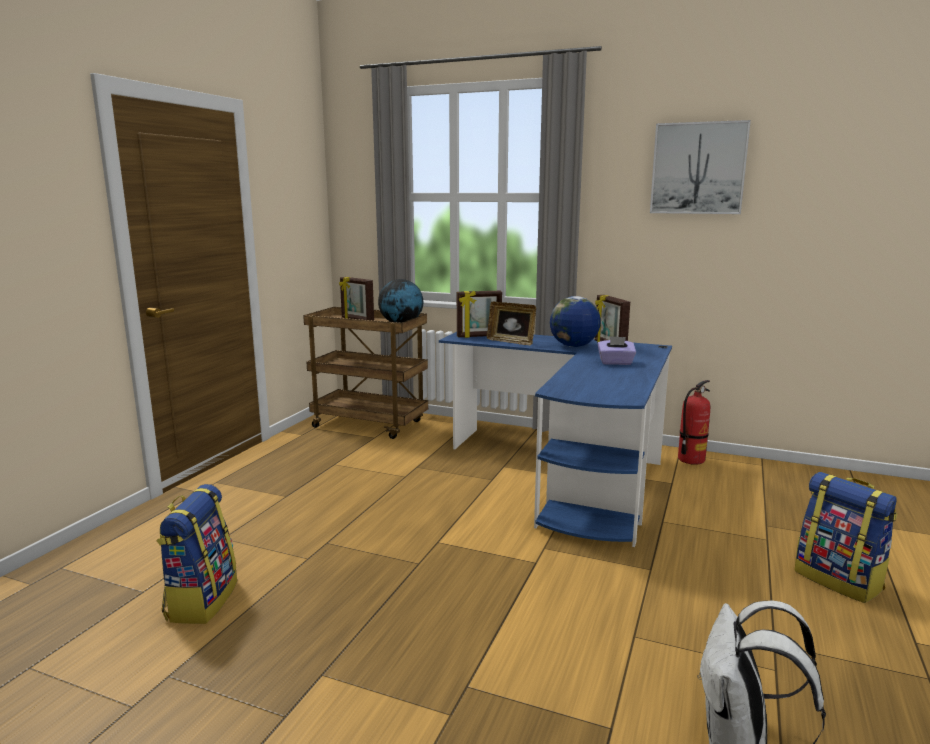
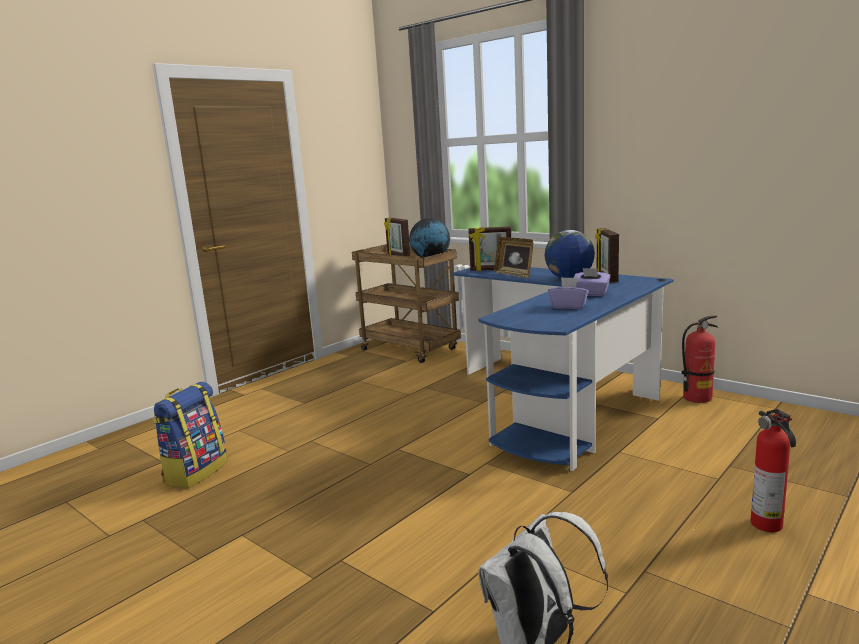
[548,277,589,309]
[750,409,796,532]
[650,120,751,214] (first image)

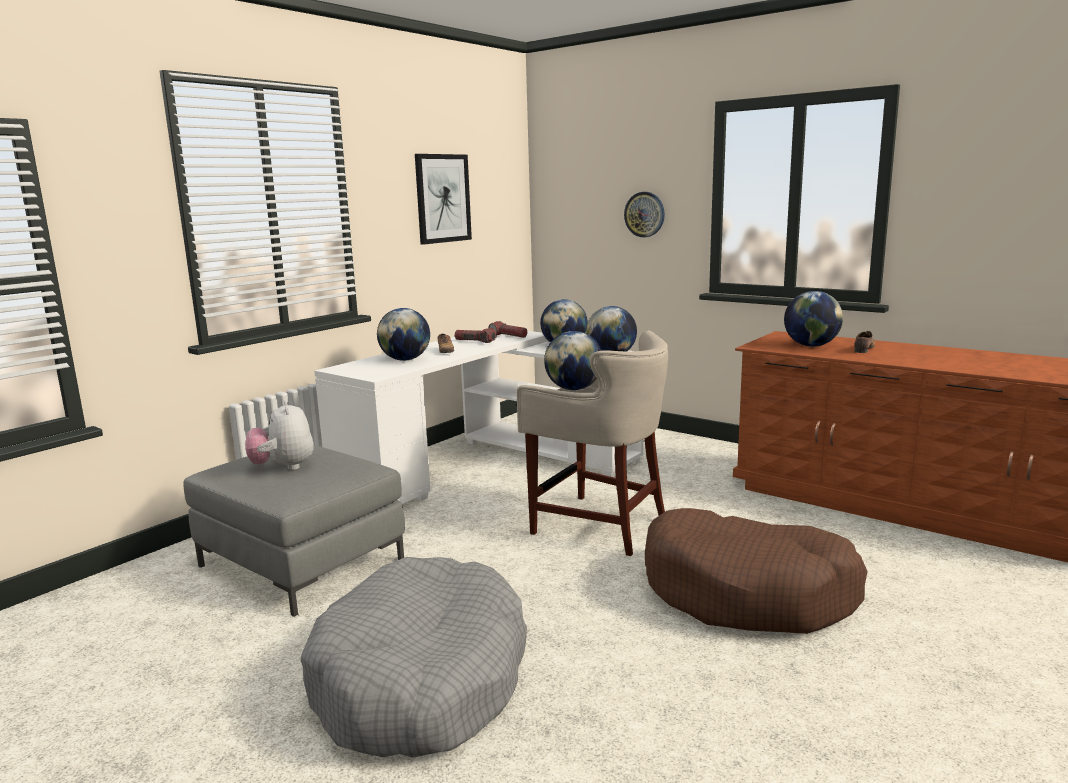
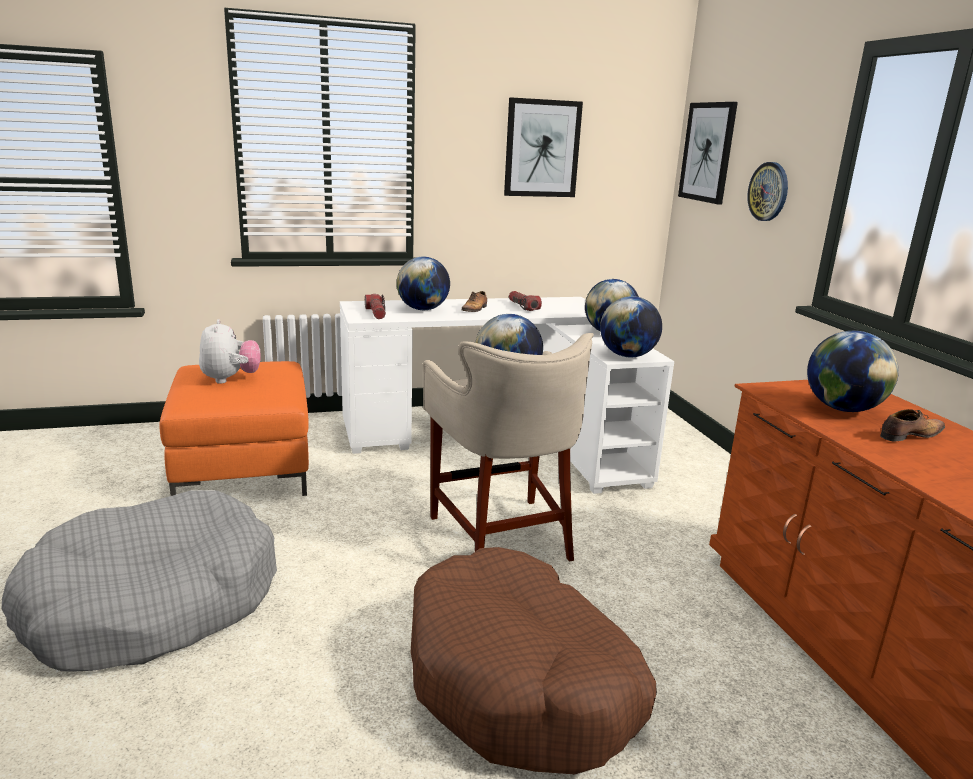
[159,361,309,496]
[199,319,261,384]
[365,294,386,319]
[678,102,738,205]

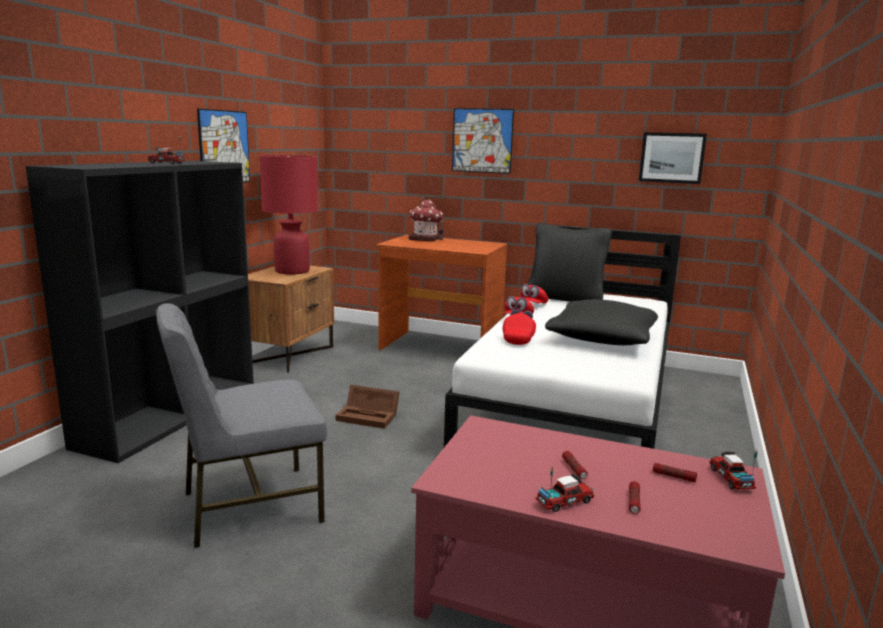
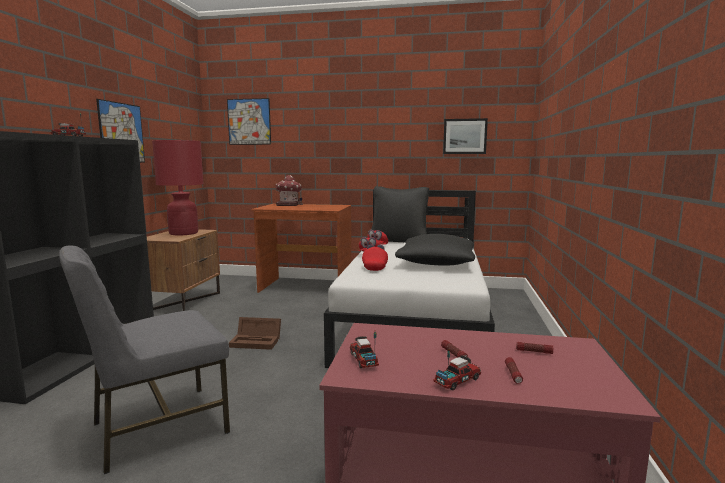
[227,98,271,145]
[350,332,379,368]

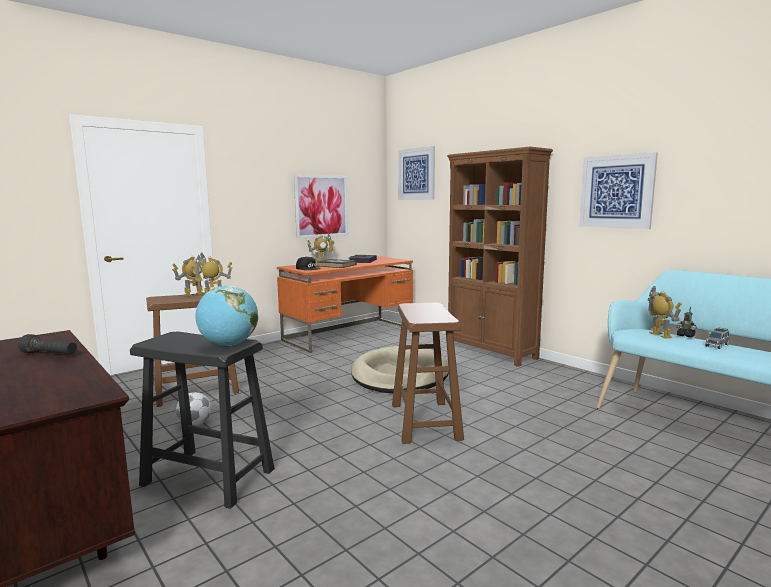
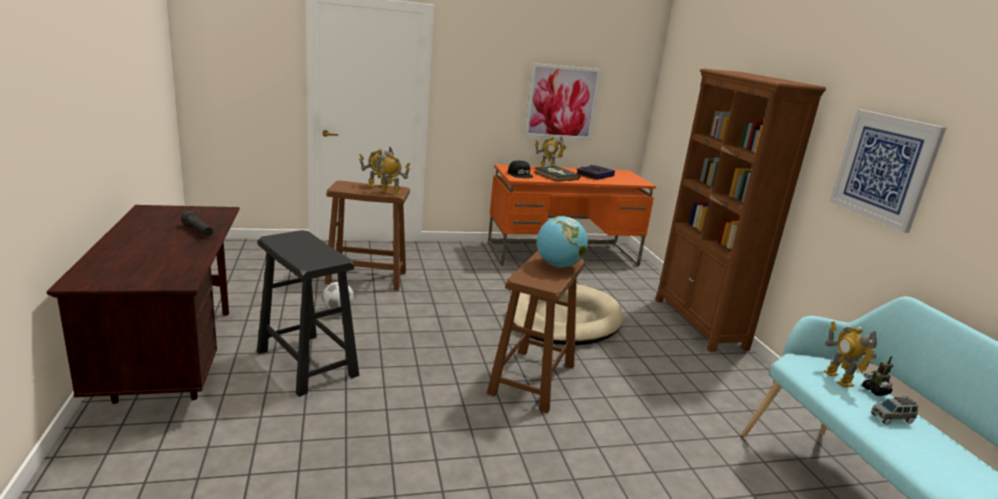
[537,216,588,267]
[824,321,877,387]
[398,146,435,200] (first image)

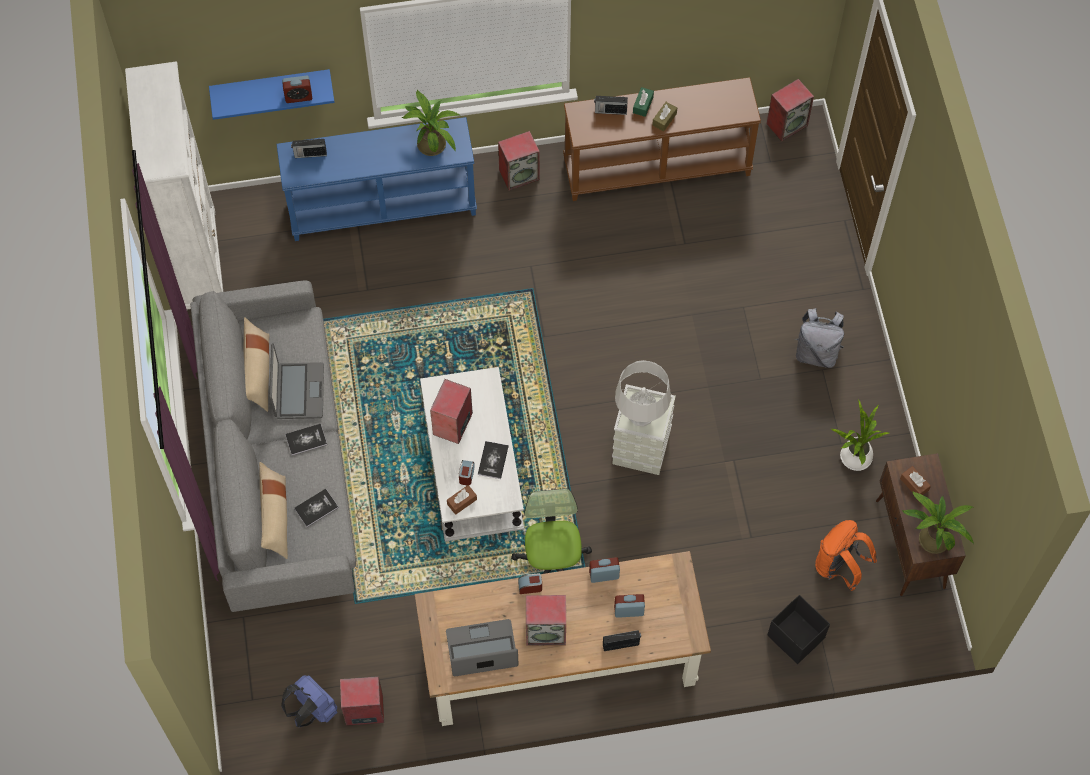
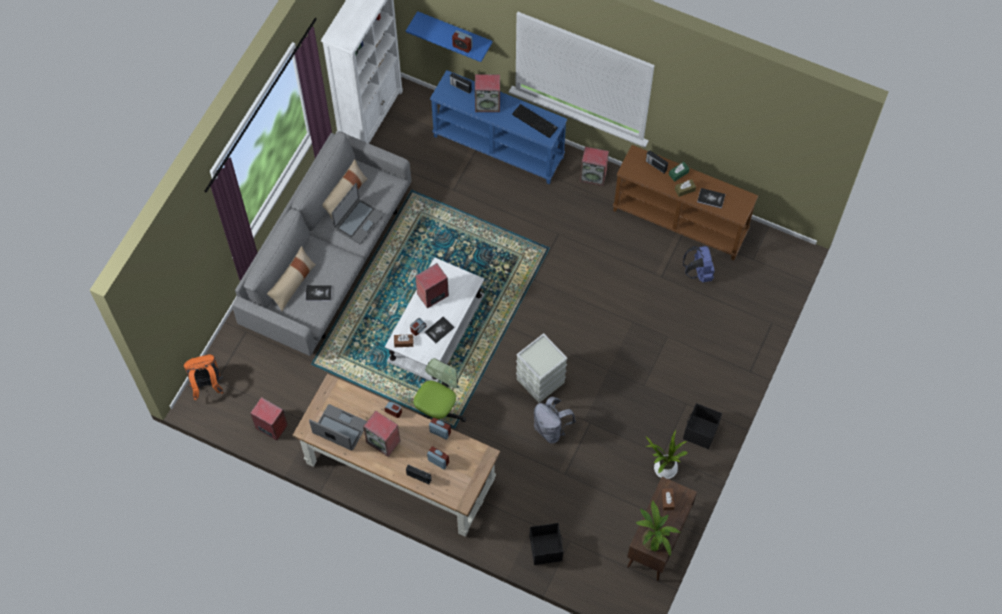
[184,355,224,400]
[475,74,500,112]
[512,104,558,138]
[534,397,576,444]
[683,246,715,282]
[683,403,722,449]
[697,188,725,209]
[615,360,671,426] (first image)

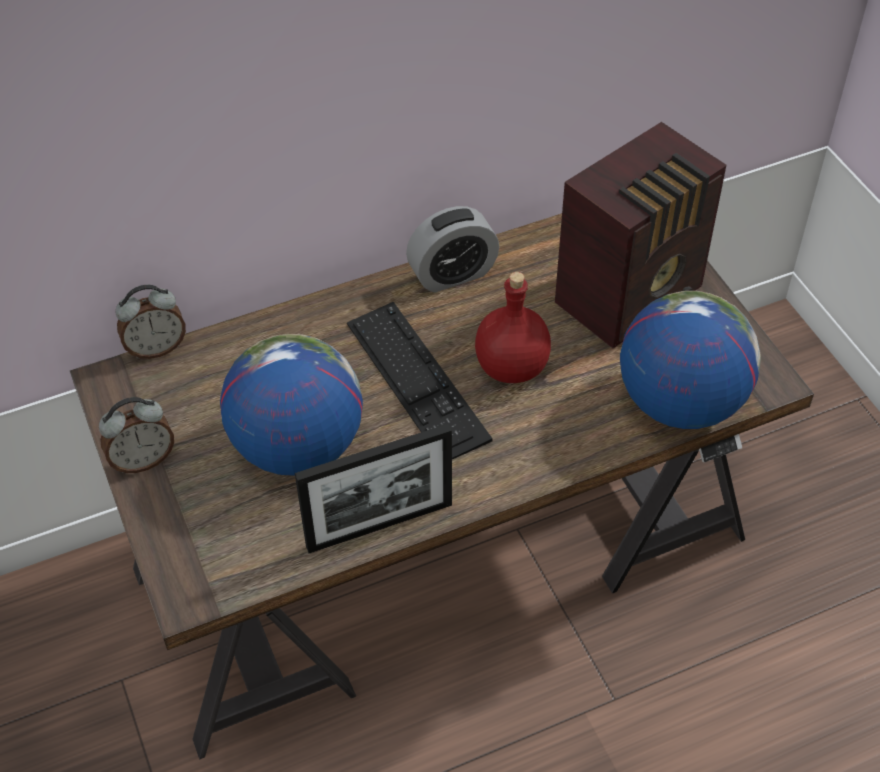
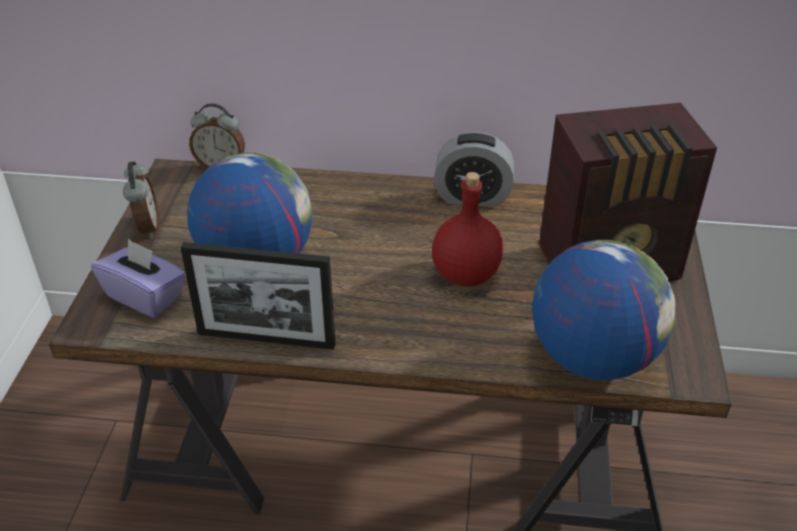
[91,238,186,318]
[123,161,160,238]
[347,302,492,459] (first image)

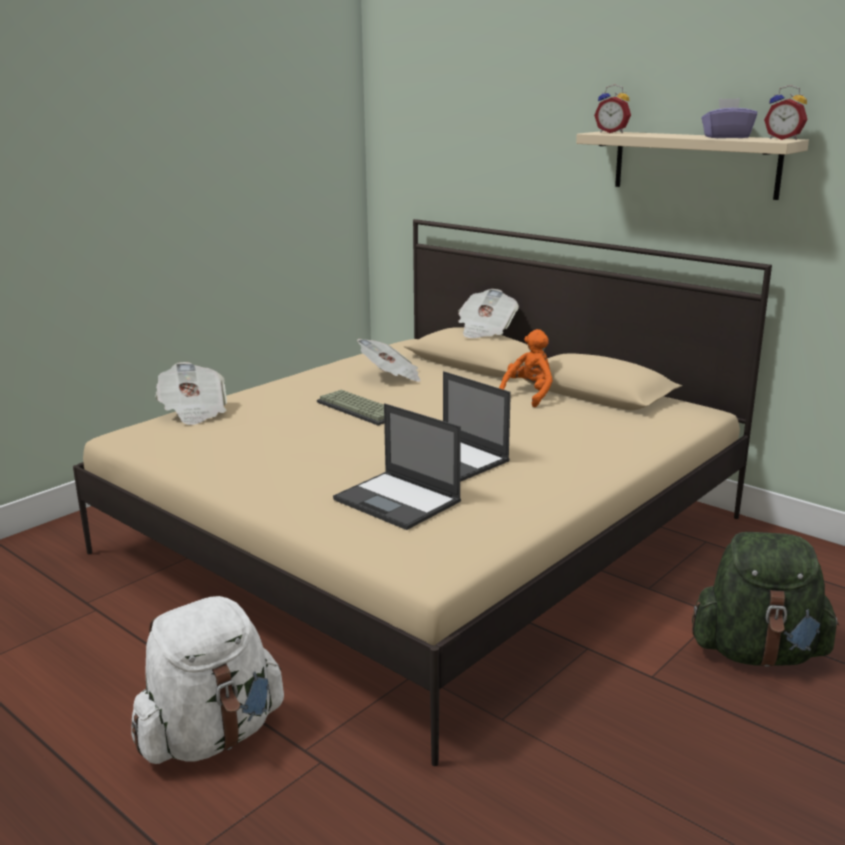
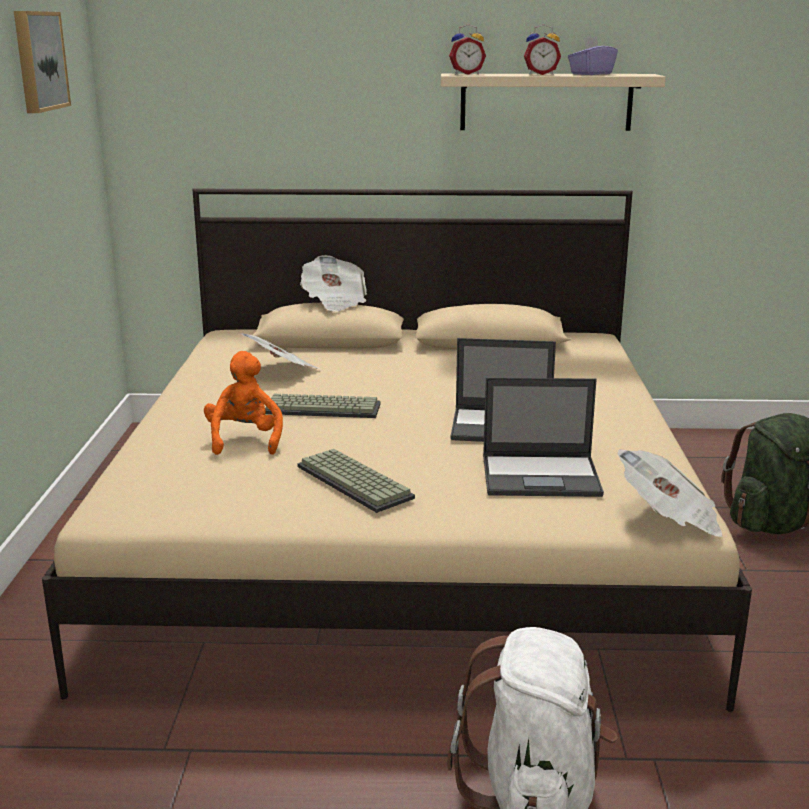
[14,11,71,113]
[204,351,283,455]
[297,449,415,513]
[524,24,561,75]
[617,449,723,537]

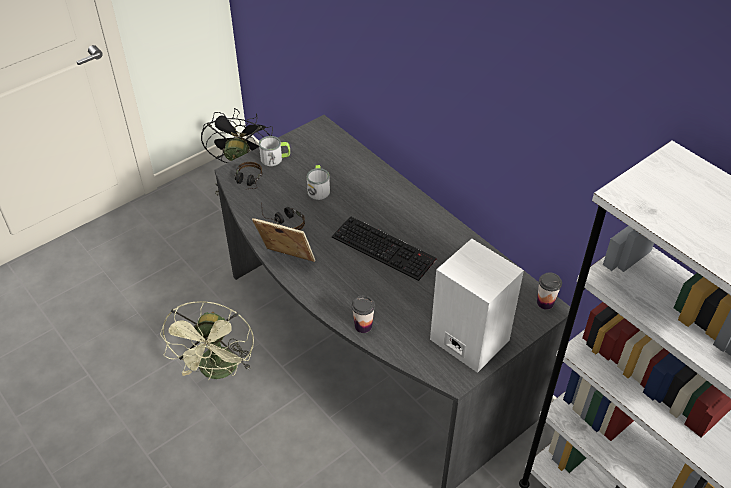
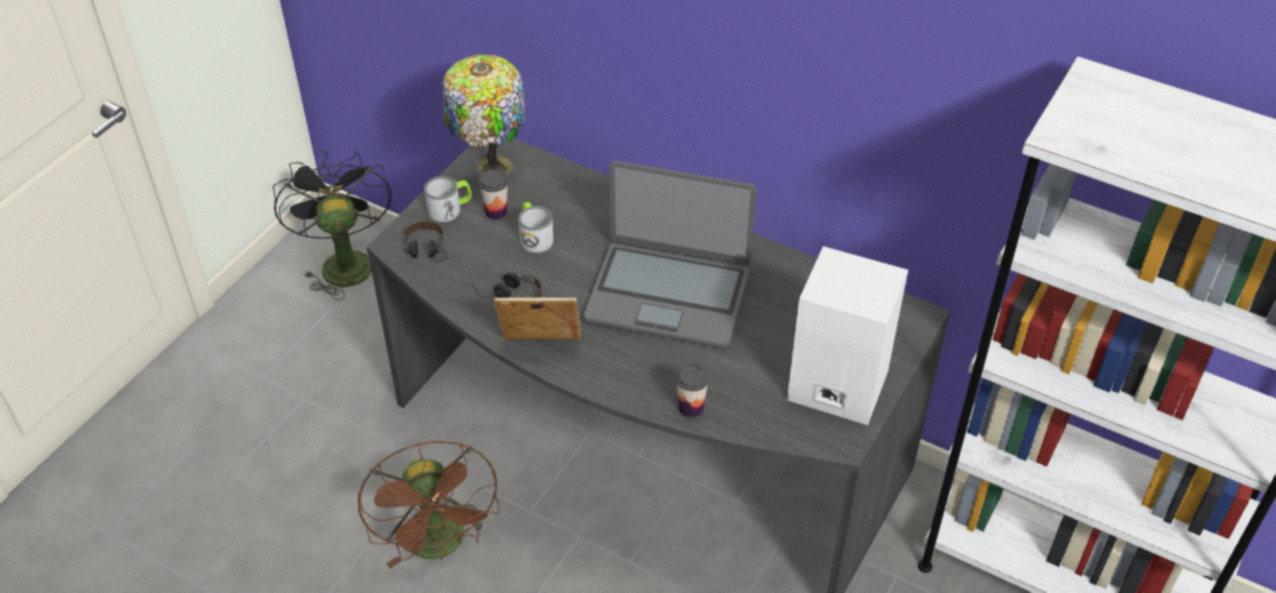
[358,441,500,568]
[443,54,525,175]
[479,170,508,220]
[583,161,757,349]

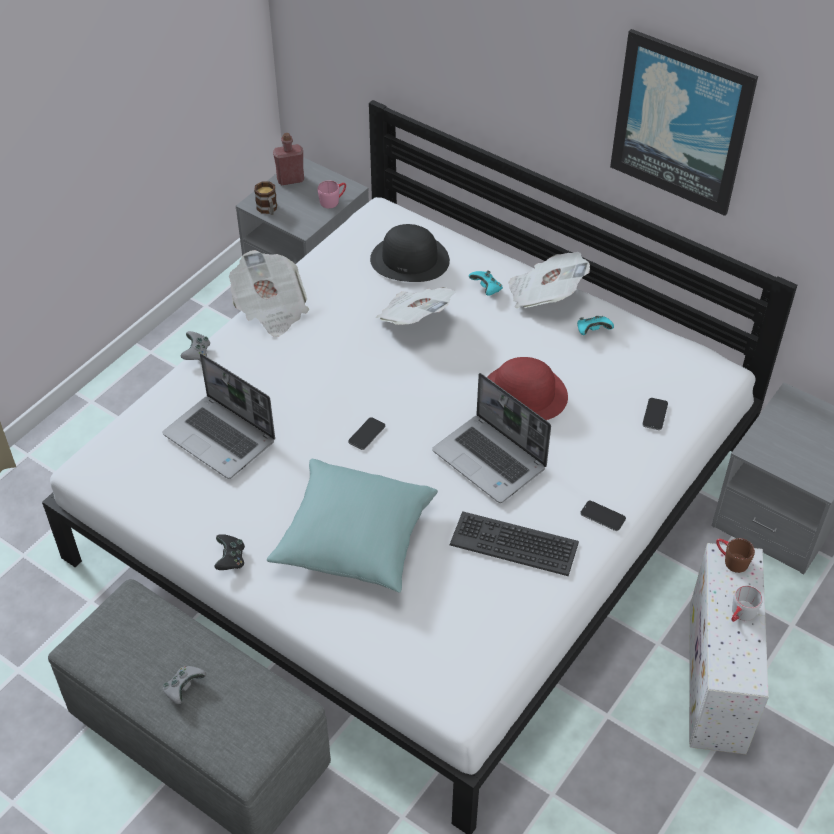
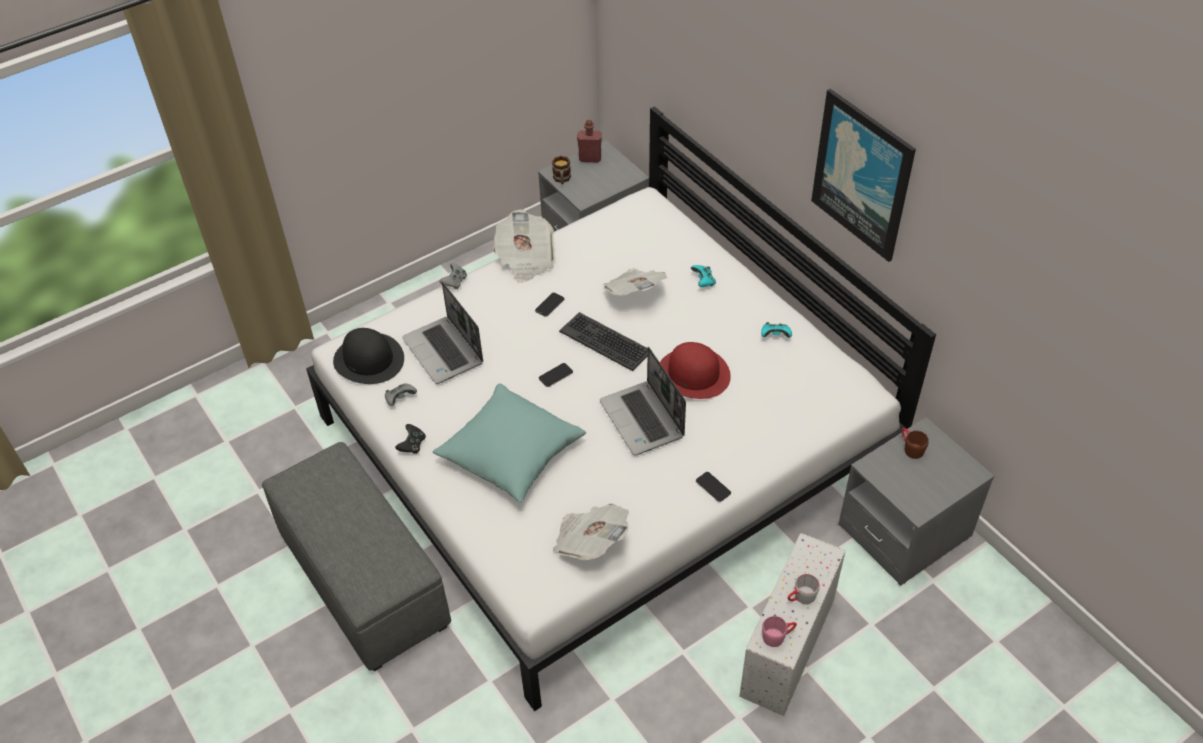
[333,328,404,384]
[385,383,417,406]
[535,293,565,317]
[553,504,629,560]
[559,312,648,371]
[762,616,797,647]
[902,428,929,459]

